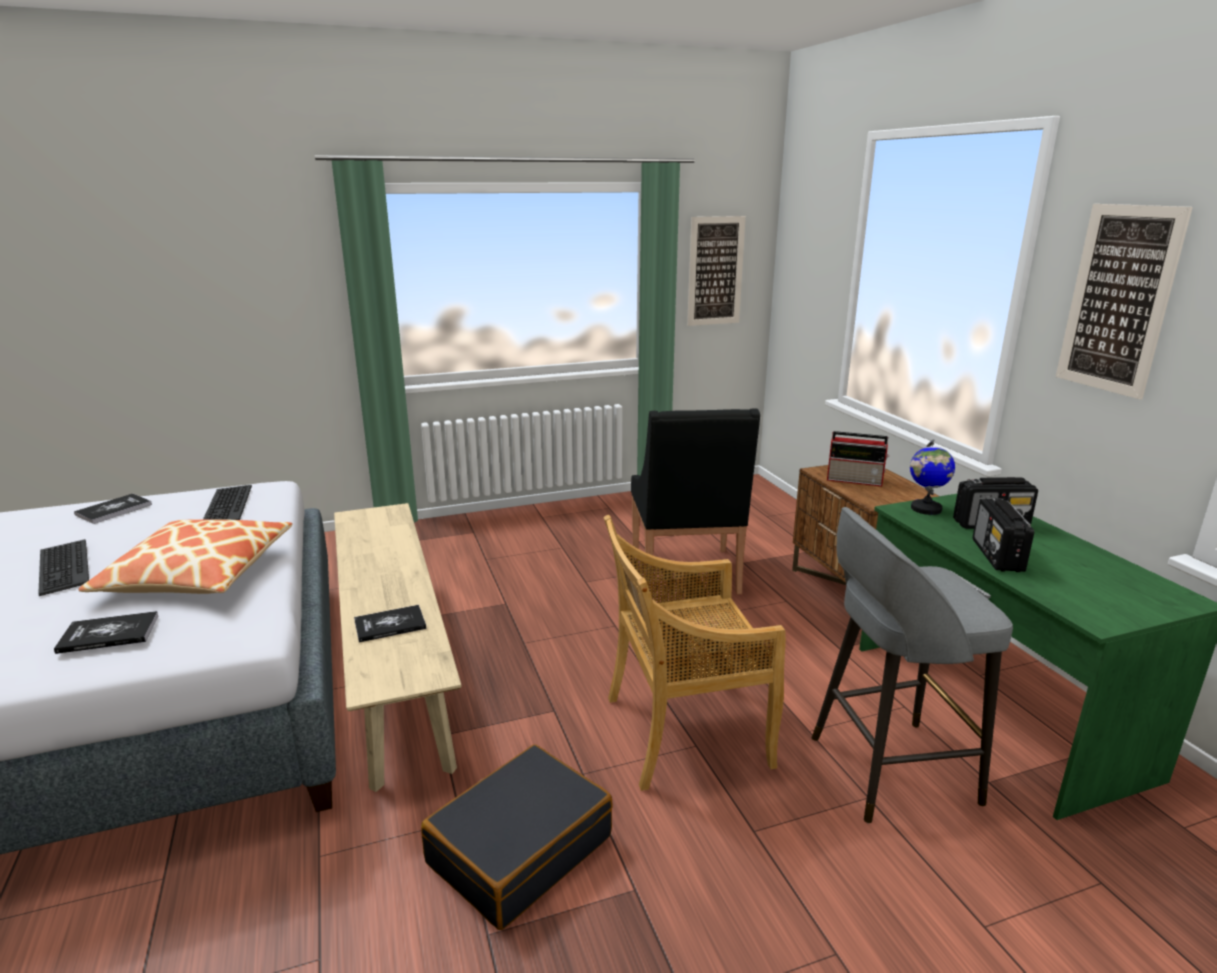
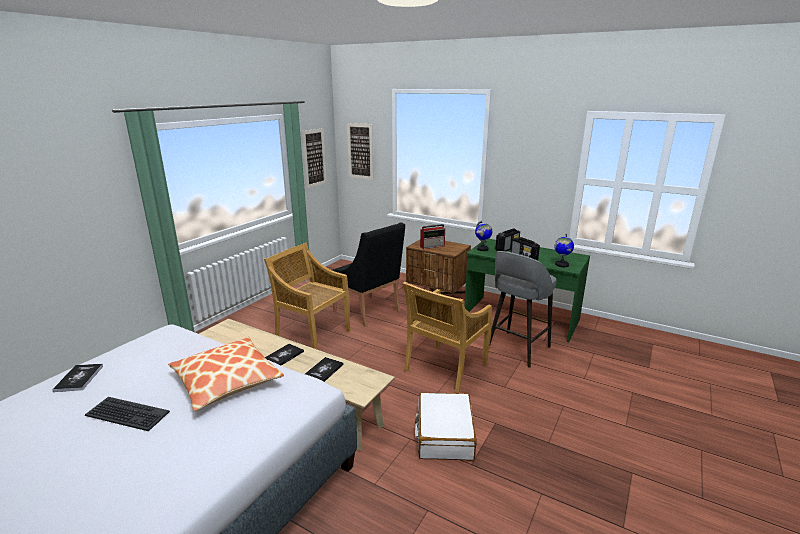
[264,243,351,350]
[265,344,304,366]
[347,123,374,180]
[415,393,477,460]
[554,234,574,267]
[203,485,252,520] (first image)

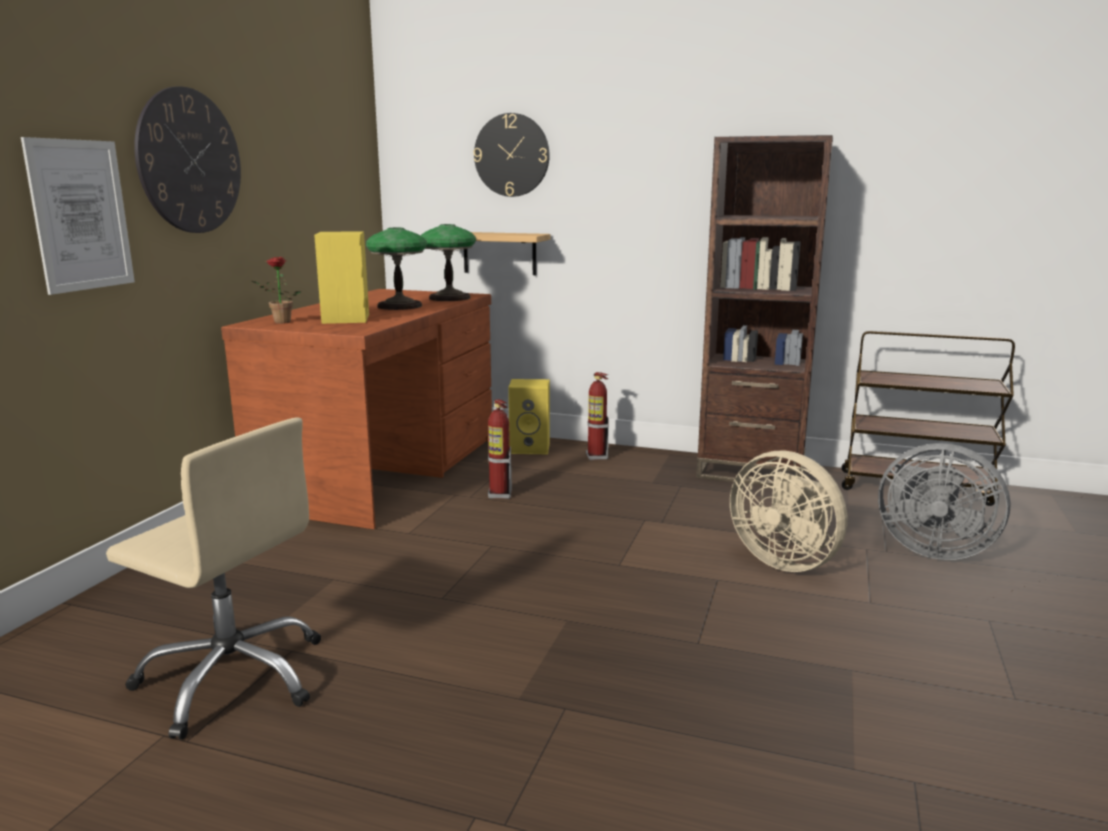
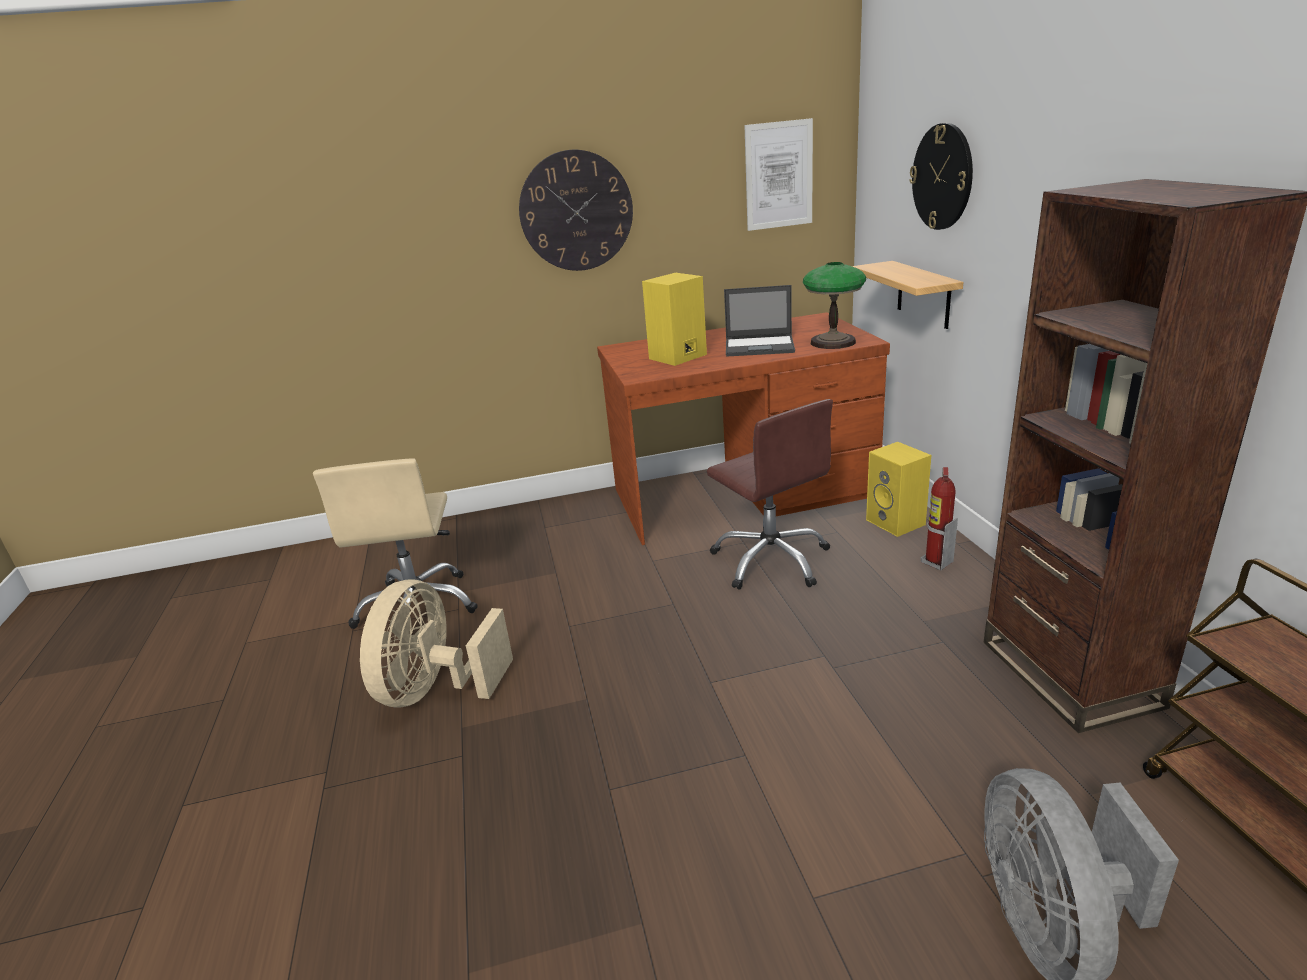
[360,579,513,708]
[707,399,833,590]
[724,285,795,356]
[744,118,813,231]
[252,257,301,324] (first image)

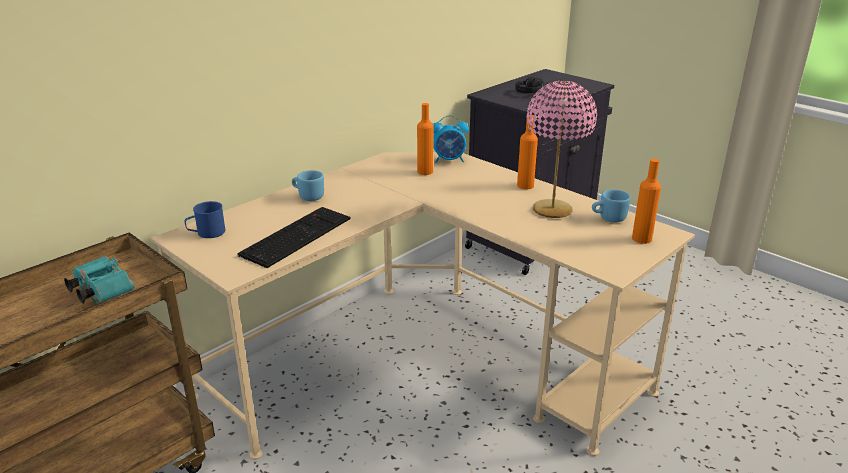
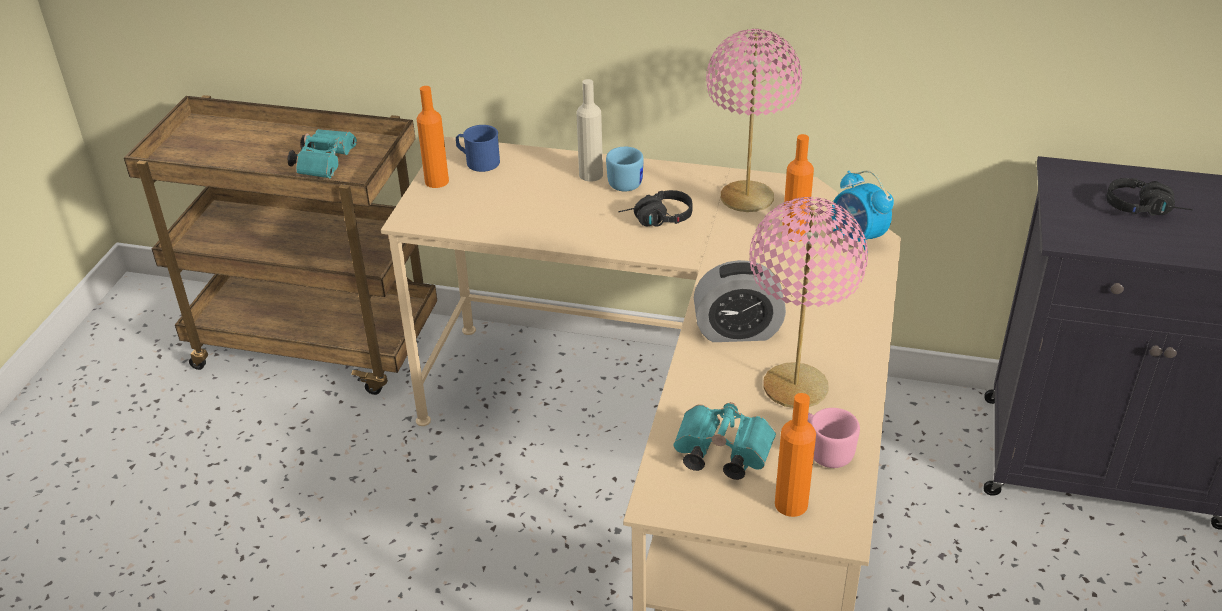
[417,86,449,188]
[576,79,603,182]
[618,190,693,227]
[673,402,776,480]
[694,260,786,342]
[706,29,802,212]
[807,408,860,468]
[237,207,350,268] (first image)

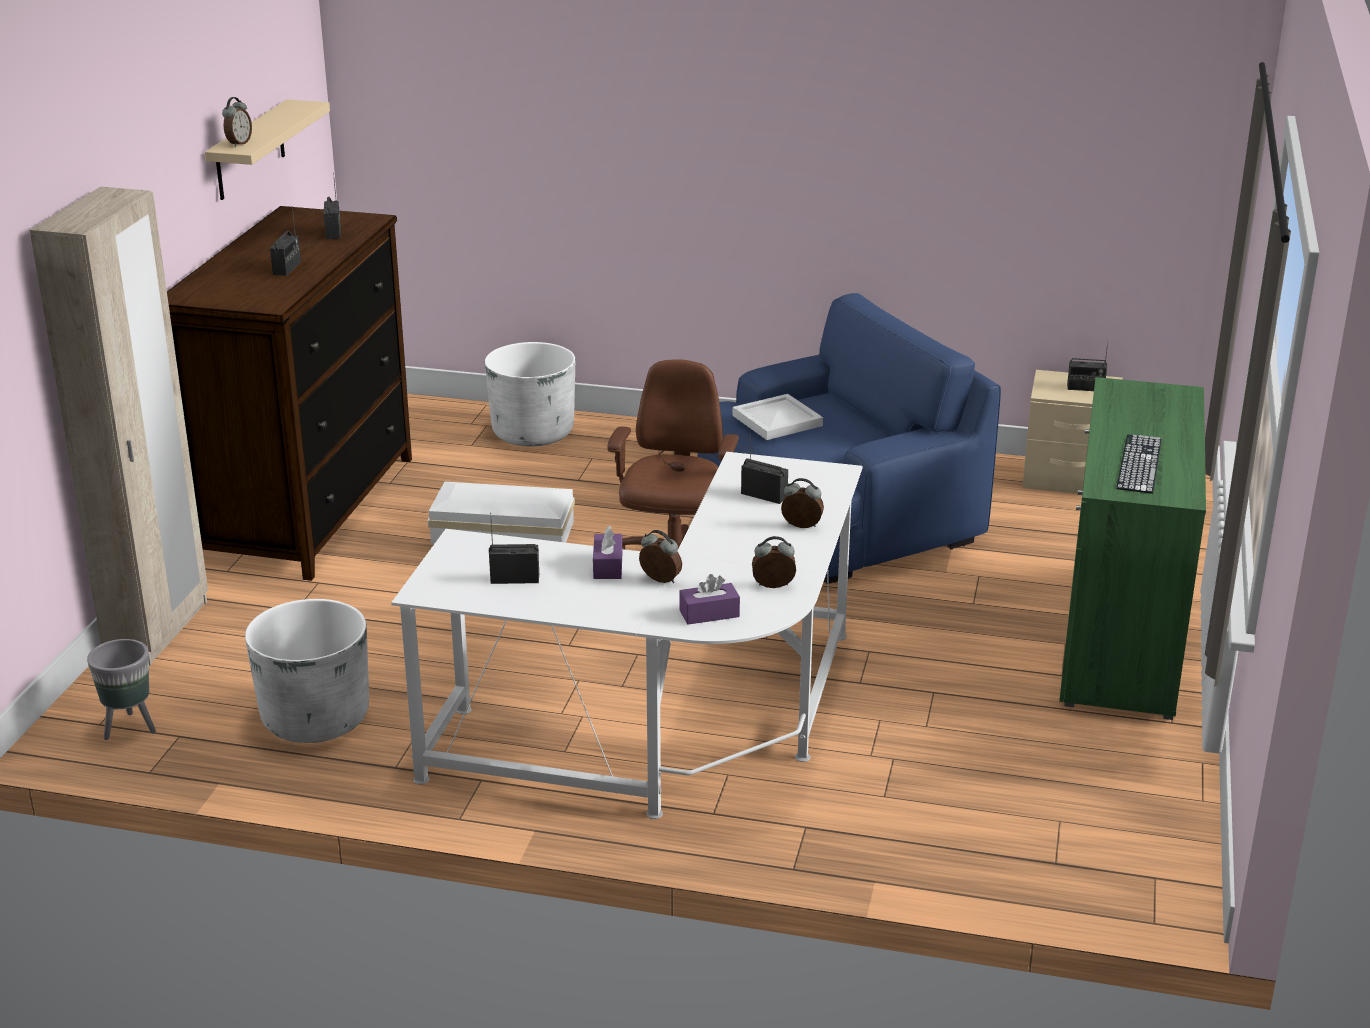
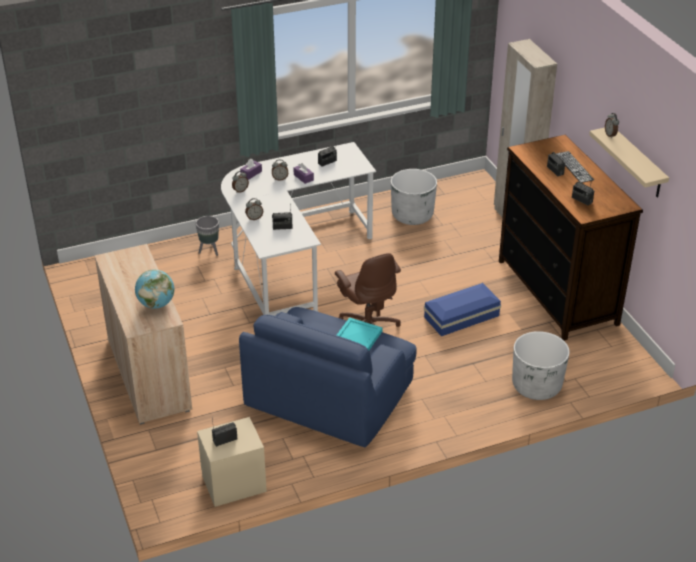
[94,244,192,425]
[135,270,174,309]
[195,216,219,256]
[337,317,382,350]
[424,283,501,336]
[556,151,594,183]

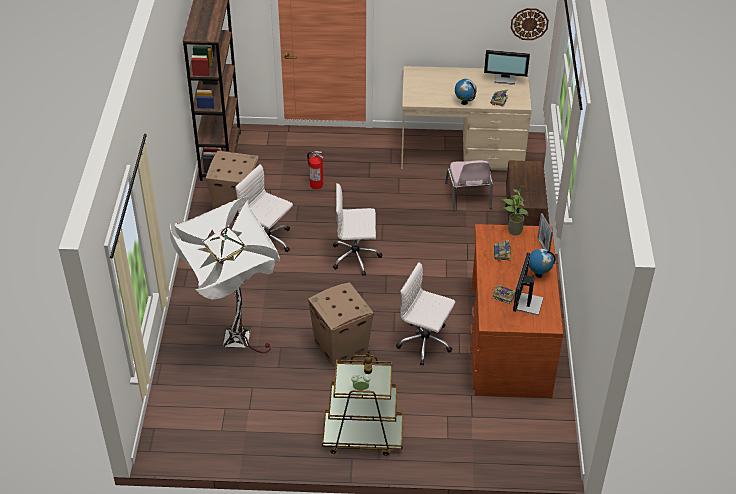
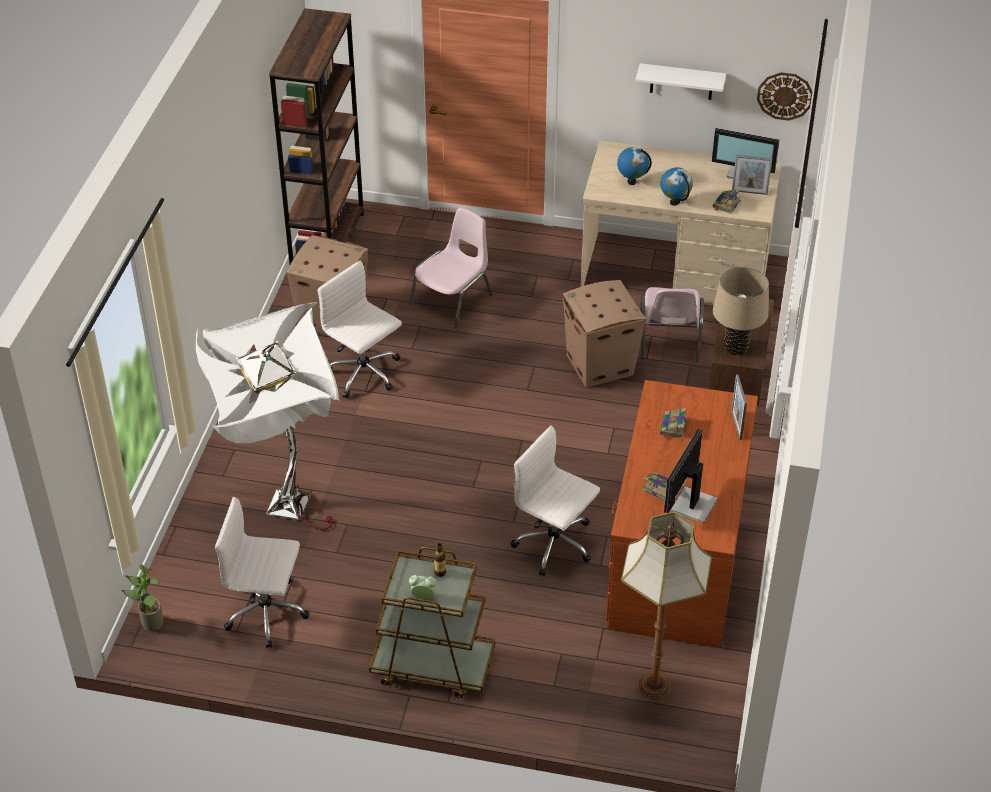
[122,564,163,631]
[215,497,309,648]
[409,208,493,328]
[563,280,646,388]
[617,147,652,185]
[621,512,712,700]
[635,63,726,100]
[713,267,769,355]
[732,155,772,195]

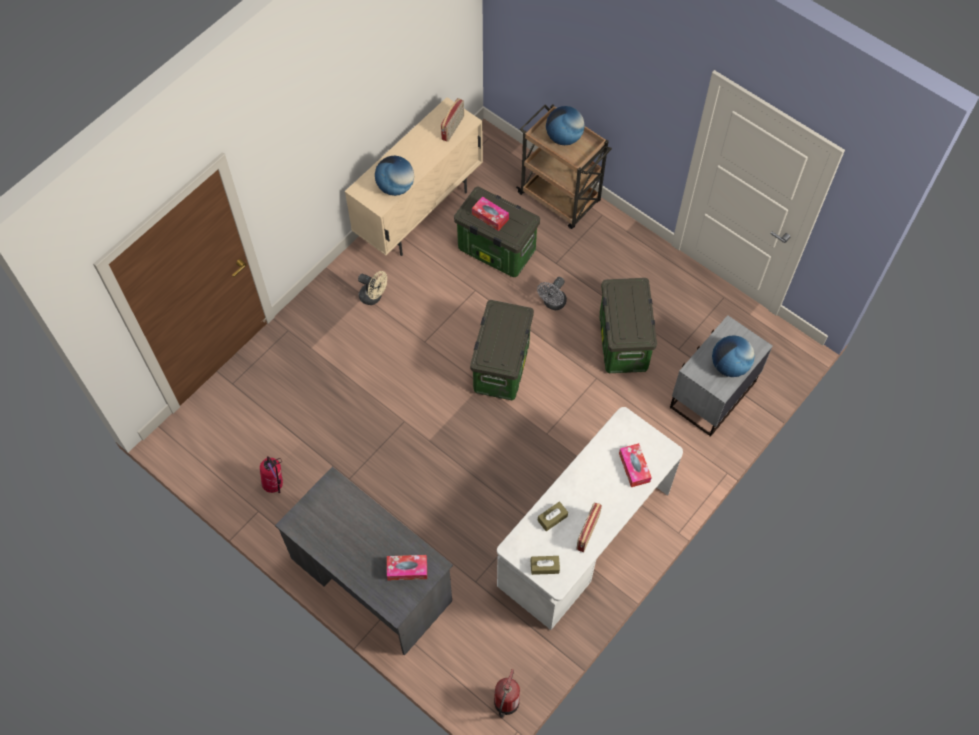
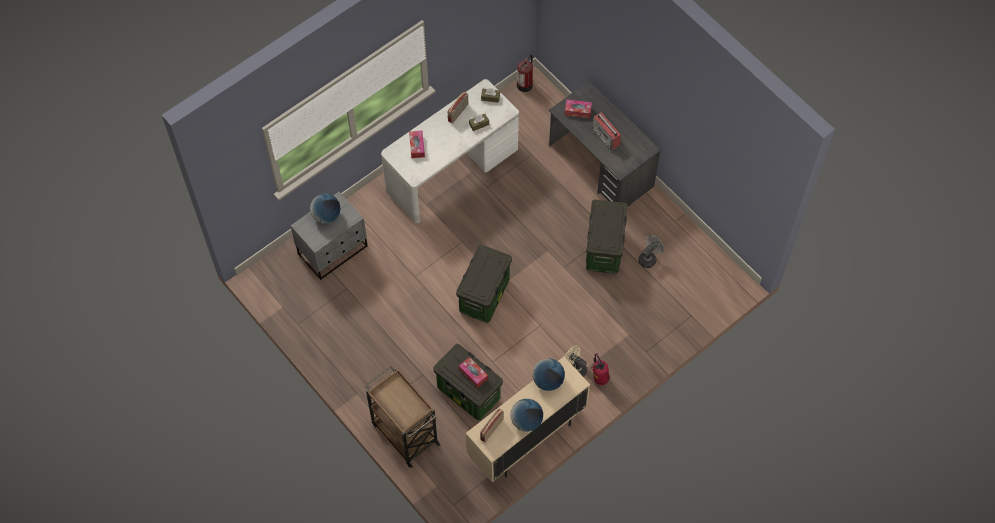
[511,399,543,431]
[586,200,627,274]
[591,353,610,385]
[592,112,621,150]
[638,235,665,268]

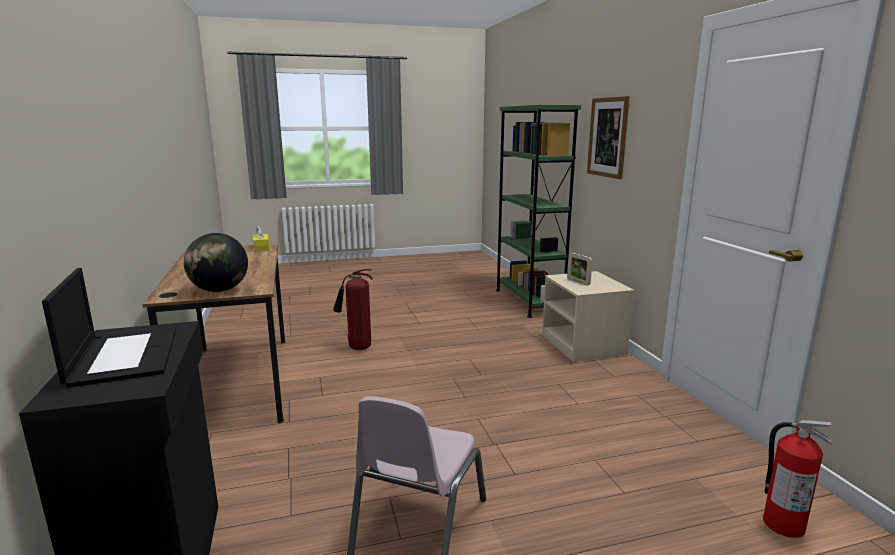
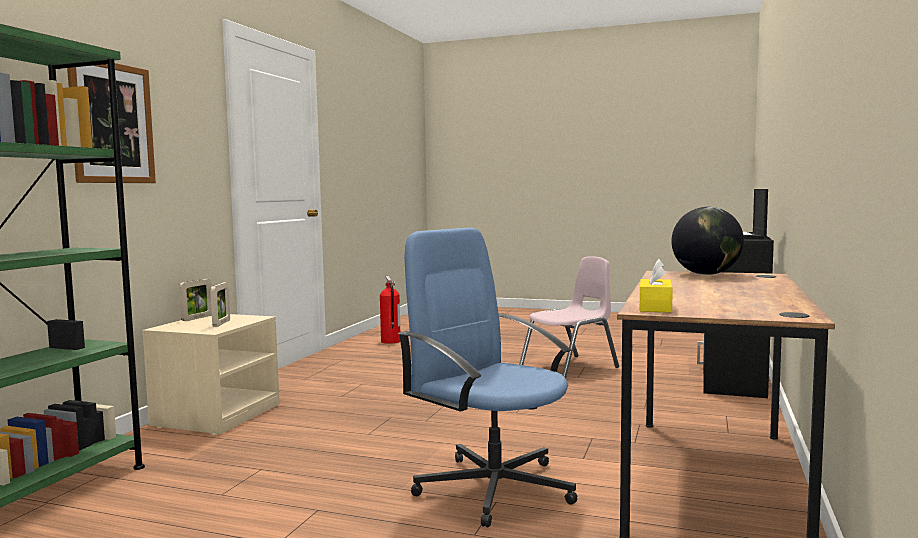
[179,279,212,321]
[398,228,578,527]

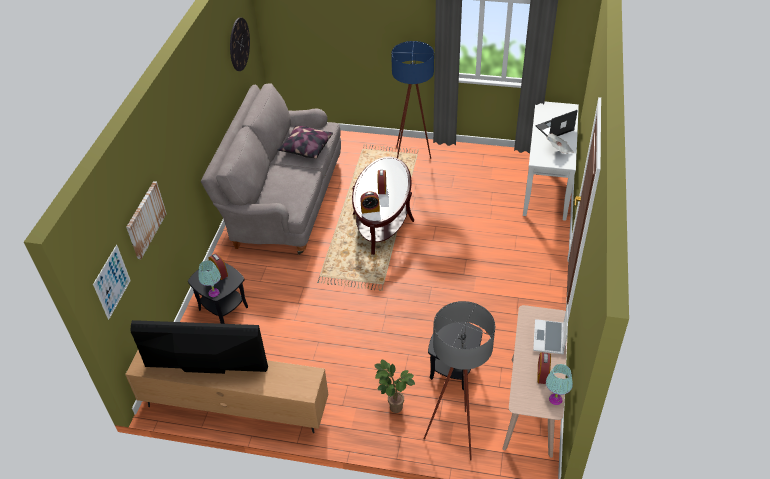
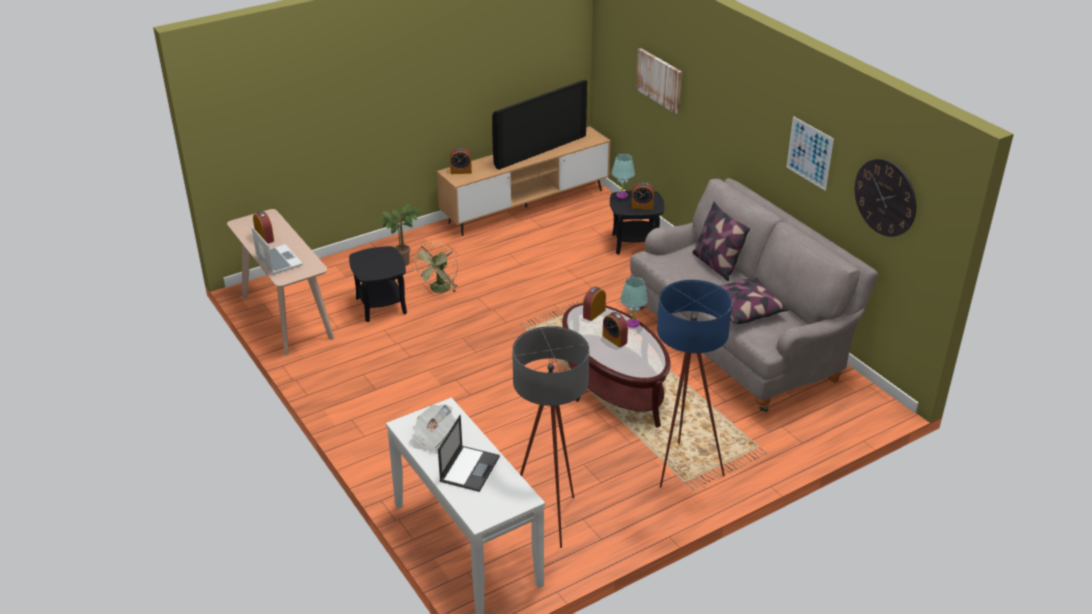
[413,242,458,293]
[450,148,472,174]
[512,326,589,548]
[620,277,648,328]
[692,201,750,281]
[786,116,834,191]

